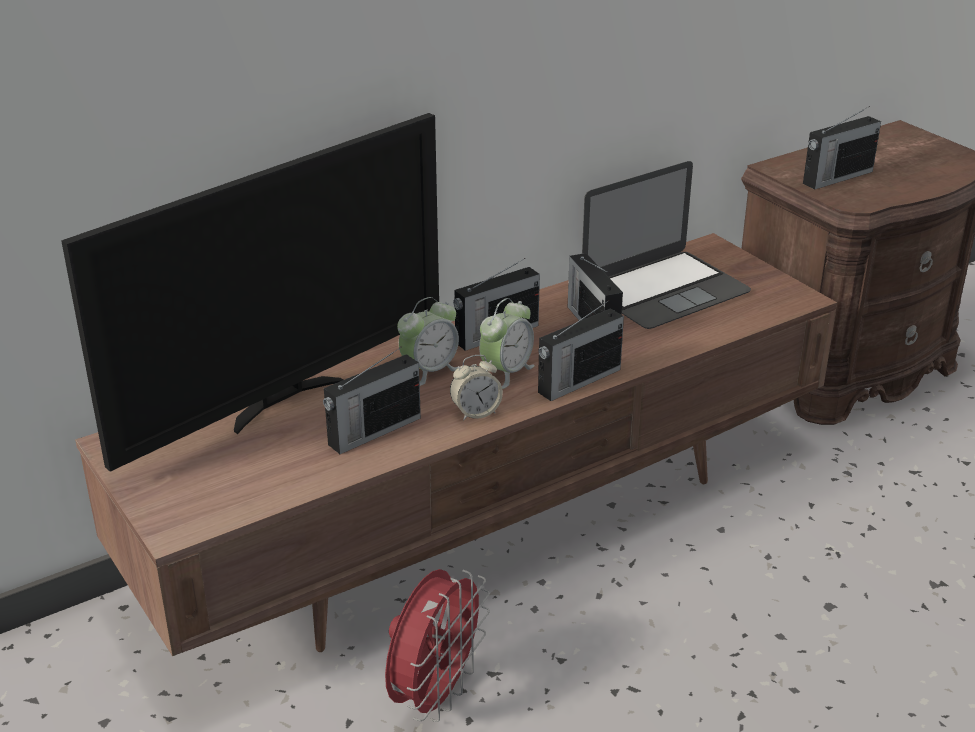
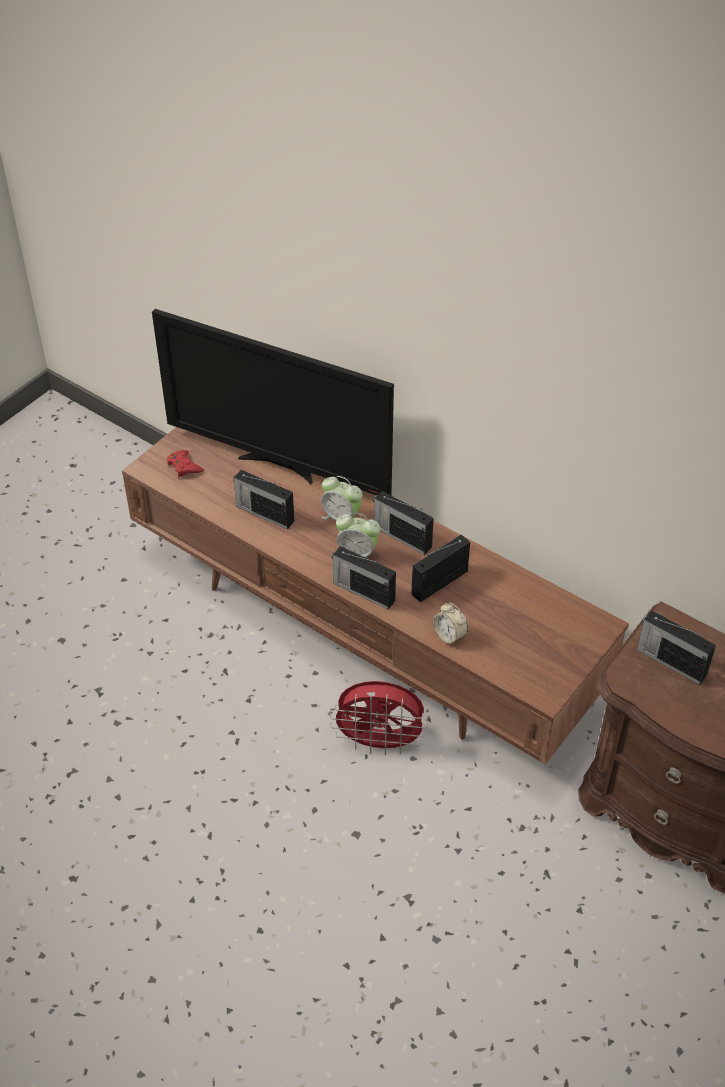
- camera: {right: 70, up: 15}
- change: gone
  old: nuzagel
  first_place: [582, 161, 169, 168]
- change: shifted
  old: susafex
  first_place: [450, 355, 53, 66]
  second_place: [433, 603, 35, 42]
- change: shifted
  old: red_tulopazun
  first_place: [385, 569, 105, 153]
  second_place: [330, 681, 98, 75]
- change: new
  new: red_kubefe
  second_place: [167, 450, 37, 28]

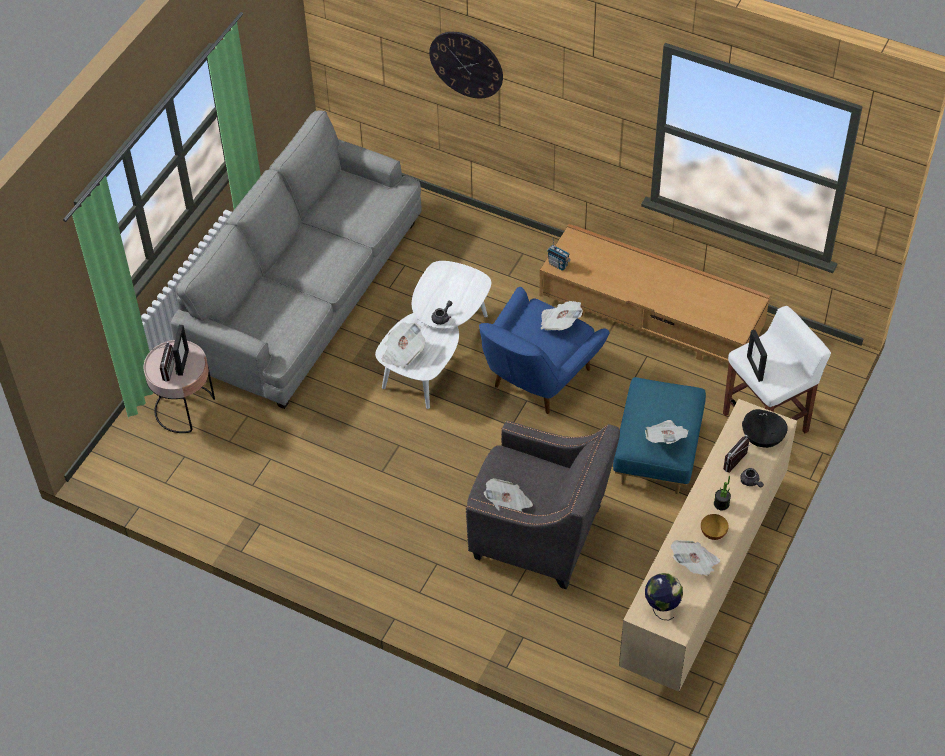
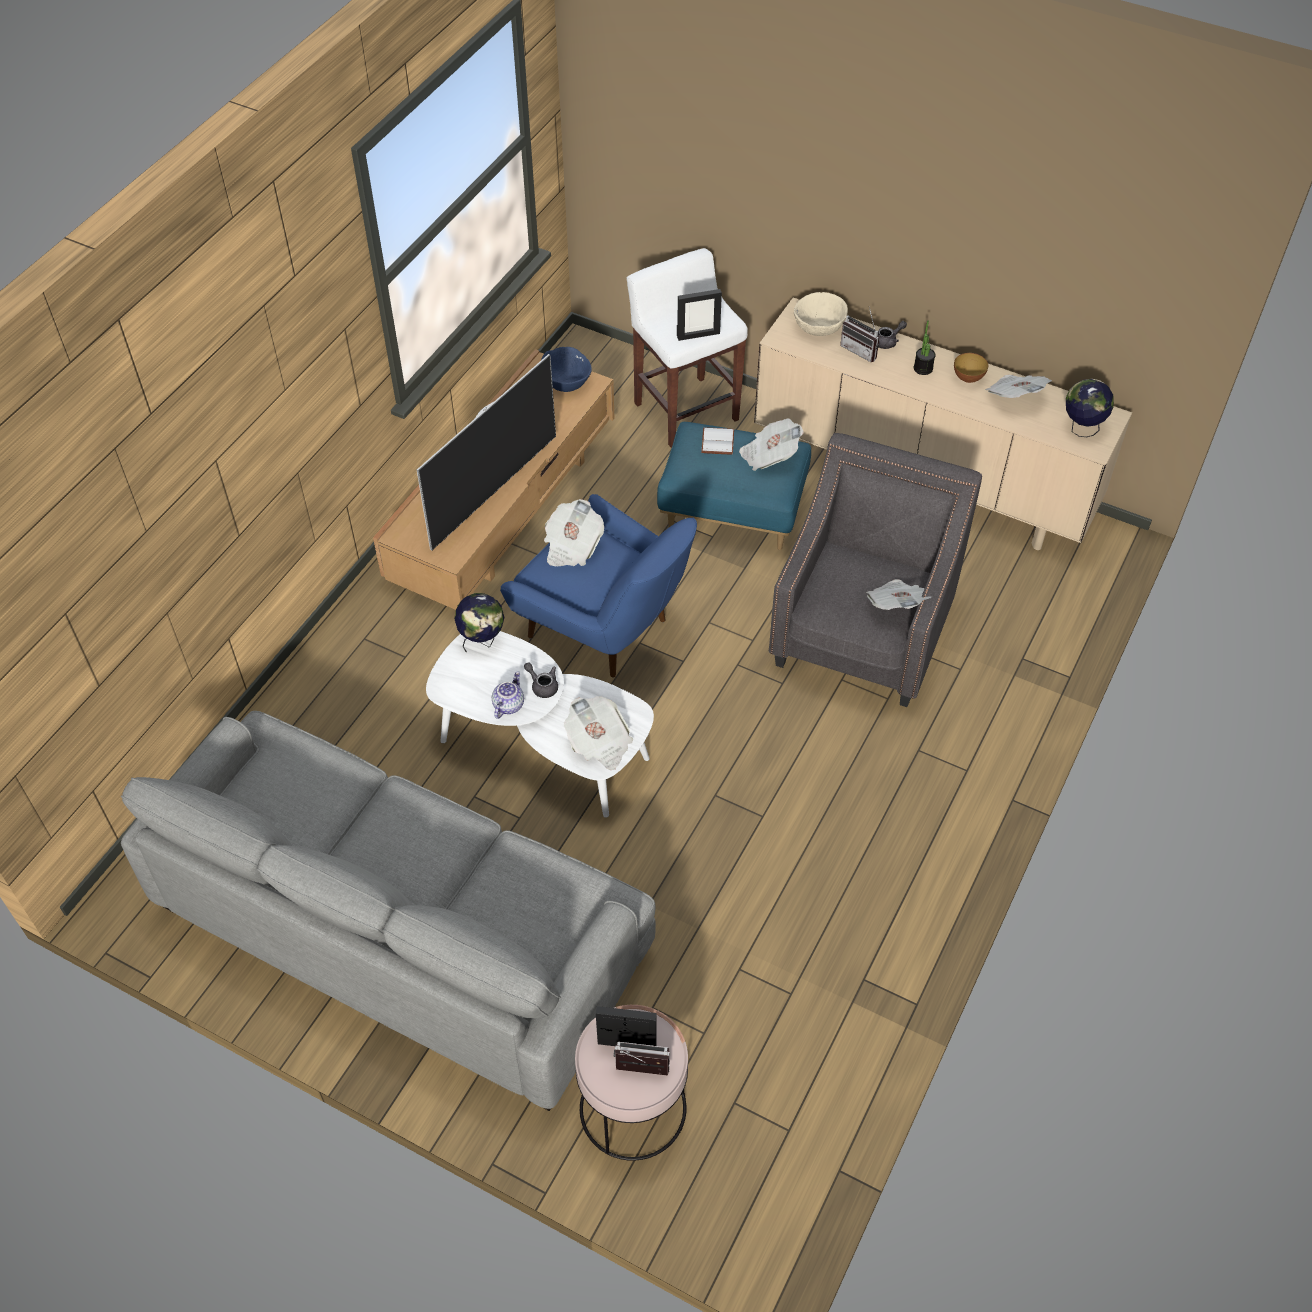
- camera: {right: -90, up: 0}
- change: gone
  old: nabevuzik
  first_place: [429, 32, 74, 66]
- change: gone
  old: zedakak
  first_place: [547, 238, 24, 33]
- change: repainted
  old: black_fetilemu
  new: beige_fetilemu
  first_place: [742, 409, 46, 39]
  second_place: [794, 292, 54, 44]
- change: new
  new: blue_fetilemu
  second_place: [541, 347, 51, 45]
- change: new
  new: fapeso
  second_place: [417, 354, 139, 197]
- change: new
  new: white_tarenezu
  second_place: [701, 427, 33, 28]
- change: new
  new: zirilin
  second_place: [454, 593, 50, 59]
- change: new
  new: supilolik
  second_place: [492, 671, 32, 48]

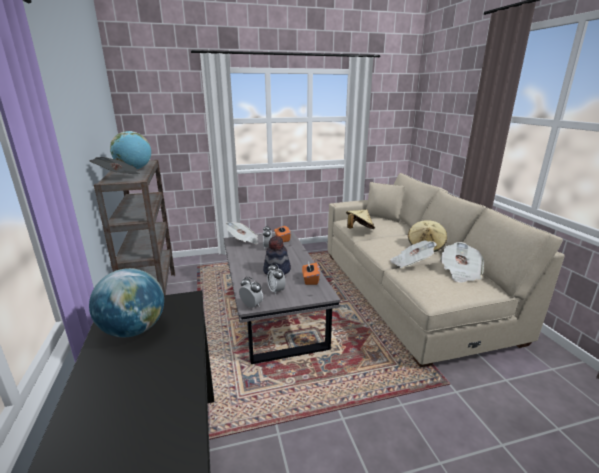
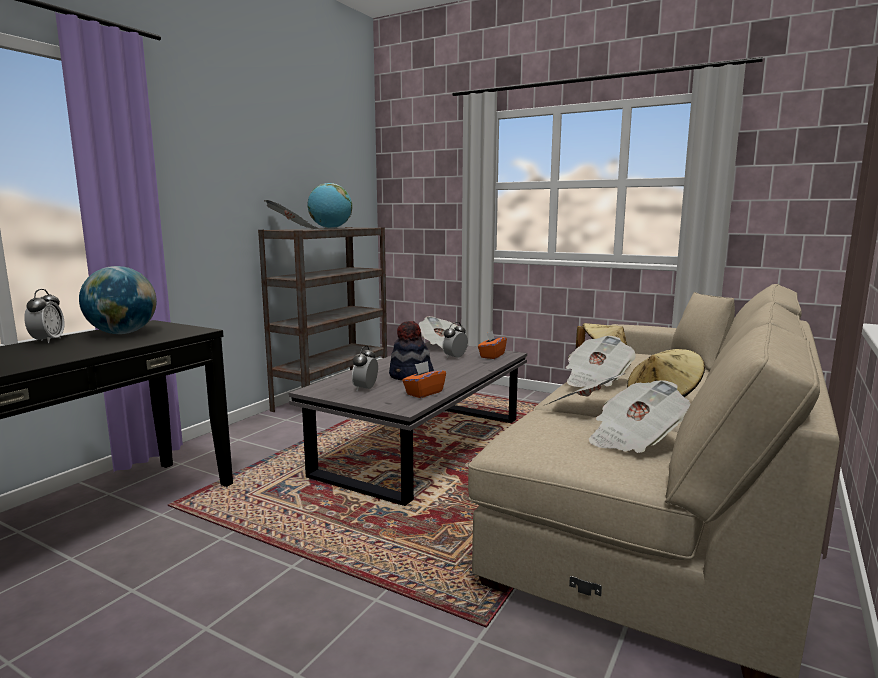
- camera: {right: 45, up: -10}
- change: shifted
  old: susafex
  first_place: [239, 277, 24, 31]
  second_place: [24, 289, 40, 54]
- change: new
  new: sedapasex
  second_place: [566, 336, 70, 51]

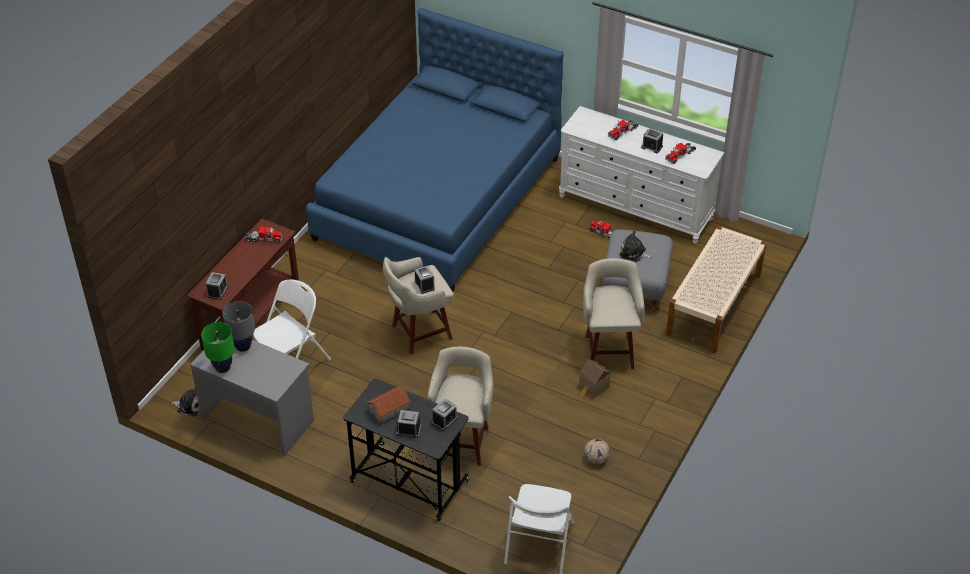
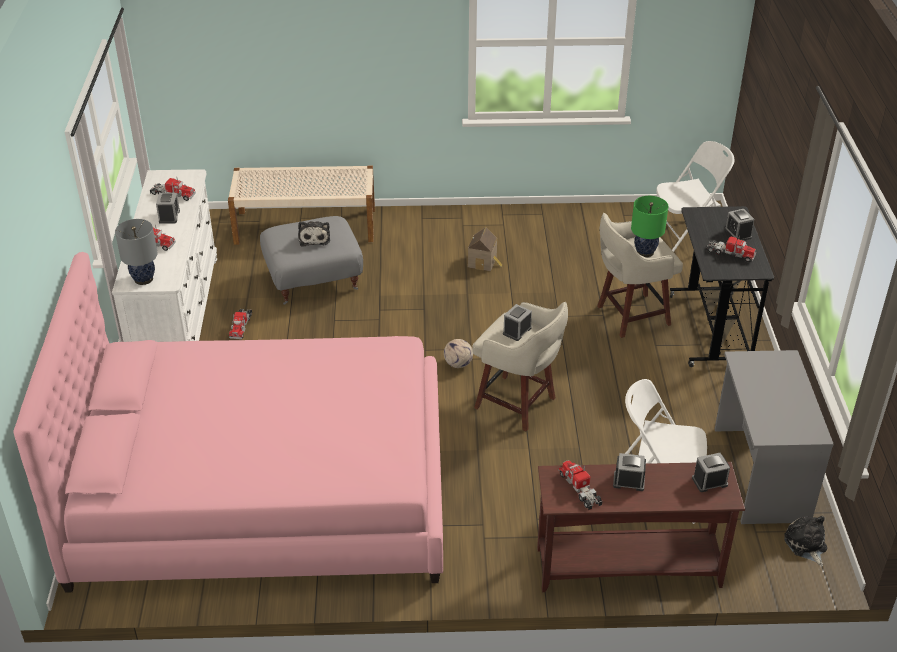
- camera: {right: -120, up: -5}
- change: repainted
  old: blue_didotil
  new: pink_didotil
  first_place: [306, 8, 258, 283]
  second_place: [13, 252, 430, 341]
- change: gone
  old: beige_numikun
  first_place: [583, 258, 62, 112]
- change: shifted
  old: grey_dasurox
  first_place: [222, 301, 33, 51]
  second_place: [115, 219, 43, 66]
- change: shifted
  old: green_dasurox
  first_place: [201, 322, 34, 51]
  second_place: [631, 196, 37, 61]
- change: swapped
  old: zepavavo
  new: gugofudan
  first_place: [366, 387, 45, 38]
  second_place: [706, 235, 50, 27]
- change: shifted
  old: susafex
  first_place: [432, 399, 25, 32]
  second_place: [613, 453, 33, 38]
- change: shifted
  old: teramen
  first_place: [584, 439, 26, 25]
  second_place: [444, 339, 29, 29]

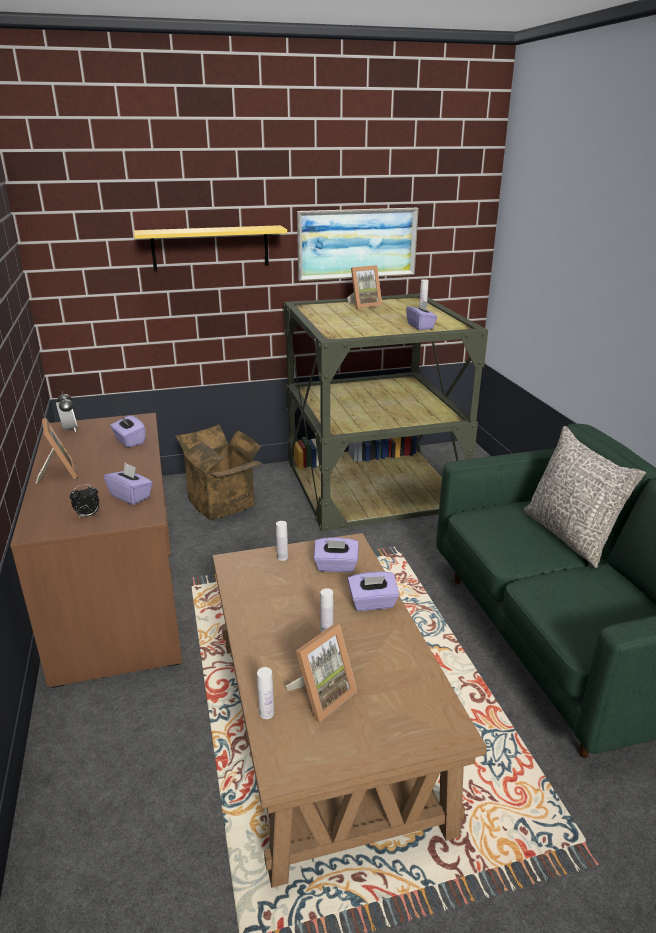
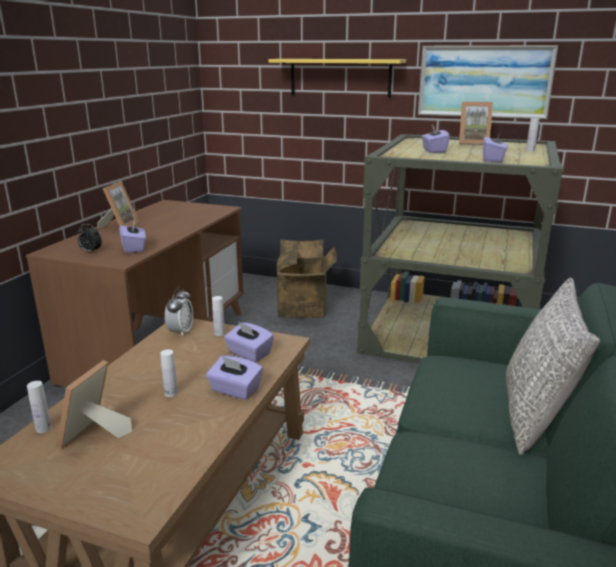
- camera: {right: 35, up: -5}
- change: shifted
  old: susafex
  first_place: [56, 391, 22, 41]
  second_place: [165, 287, 28, 50]
- change: shifted
  old: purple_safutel
  first_place: [110, 415, 36, 33]
  second_place: [422, 125, 28, 28]
- change: rotated
  old: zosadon
  first_place: [286, 623, 71, 99]
  second_place: [57, 360, 75, 89]
  degrees: 120

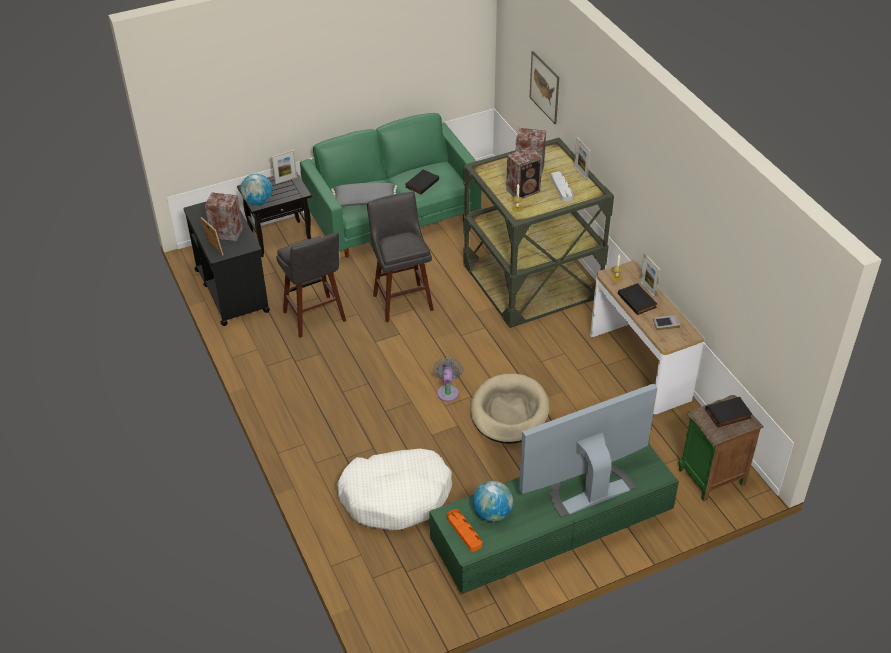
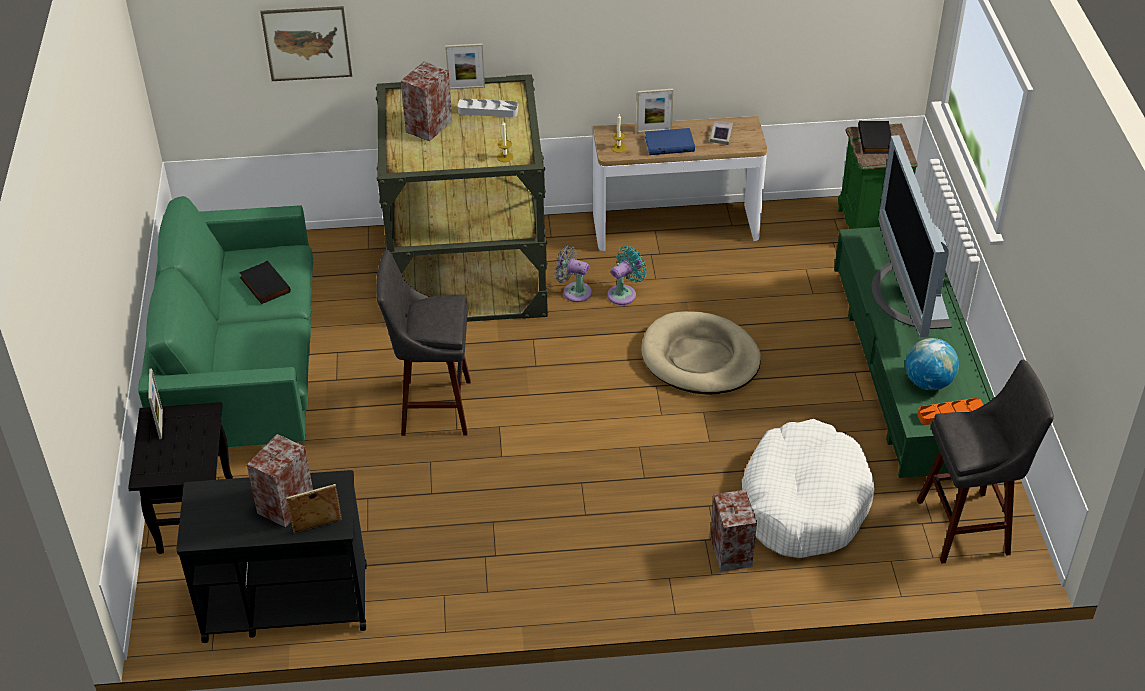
- camera: {right: -70, up: 0}
- change: shifted
  old: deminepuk
  first_place: [506, 147, 36, 52]
  second_place: [710, 490, 47, 82]
- change: gone
  old: zirilin
  first_place: [241, 174, 32, 32]
- change: gone
  old: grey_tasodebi
  first_place: [331, 183, 66, 24]
- change: shifted
  old: grey_numikun
  first_place: [276, 232, 70, 106]
  second_place: [917, 360, 137, 204]
- change: repainted
  old: black_tarenezu
  new: blue_tarenezu
  first_place: [618, 283, 39, 32]
  second_place: [645, 128, 50, 27]
- change: shifted
  old: grey_tulopazun
  first_place: [434, 357, 29, 45]
  second_place: [554, 245, 38, 57]
- change: new
  new: turquoise_tulopazun
  second_place: [607, 246, 40, 59]

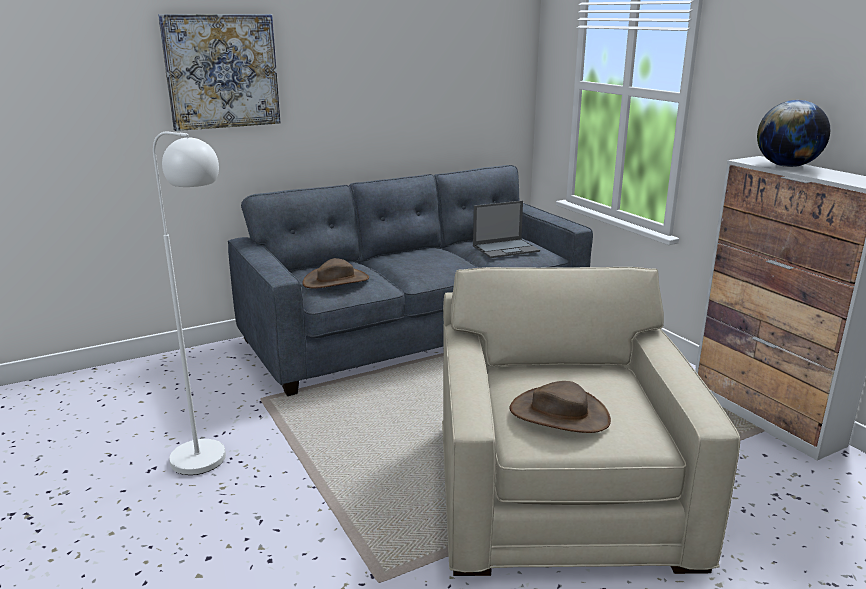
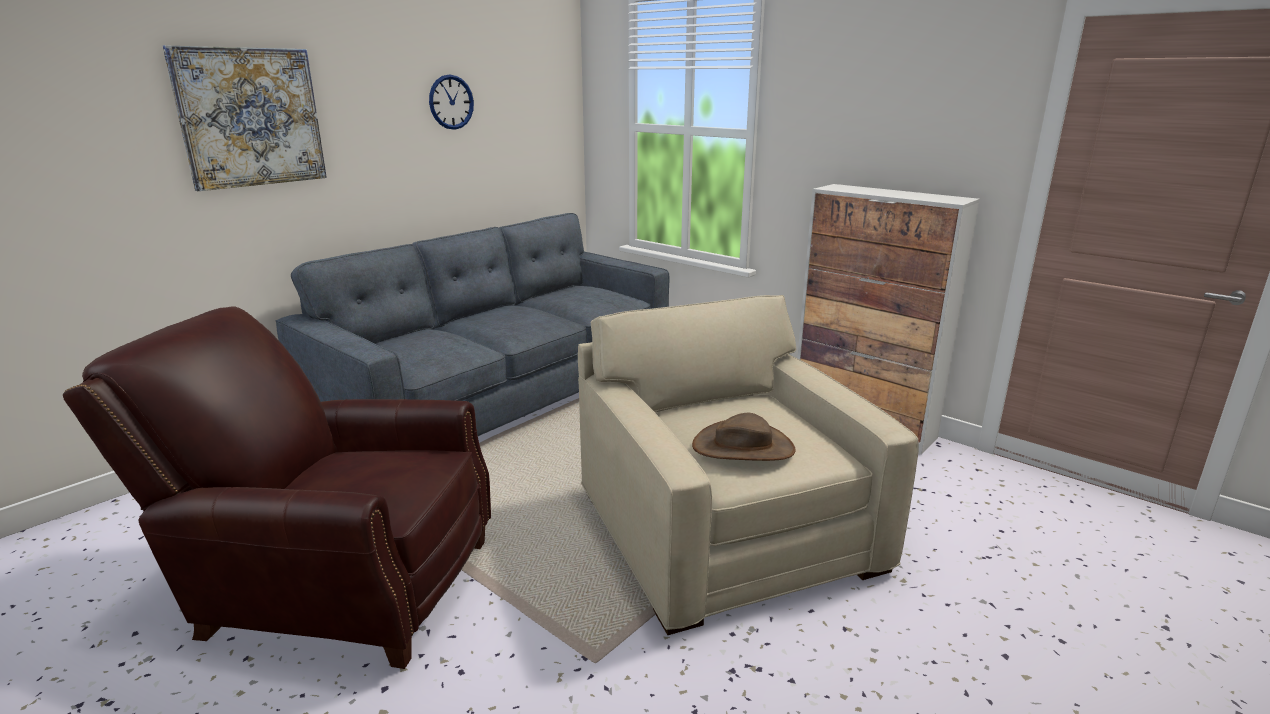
- camera: {right: -20, up: 0}
- change: gone
  old: zirilin
  first_place: [757, 100, 73, 67]
- change: swapped
  old: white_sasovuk
  new: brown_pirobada
  first_place: [153, 132, 73, 343]
  second_place: [63, 306, 428, 363]
- change: gone
  old: nuzagel
  first_place: [473, 201, 67, 57]
- change: gone
  old: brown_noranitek
  first_place: [302, 258, 67, 30]
- change: new
  new: nabevuzik
  second_place: [429, 75, 45, 55]

